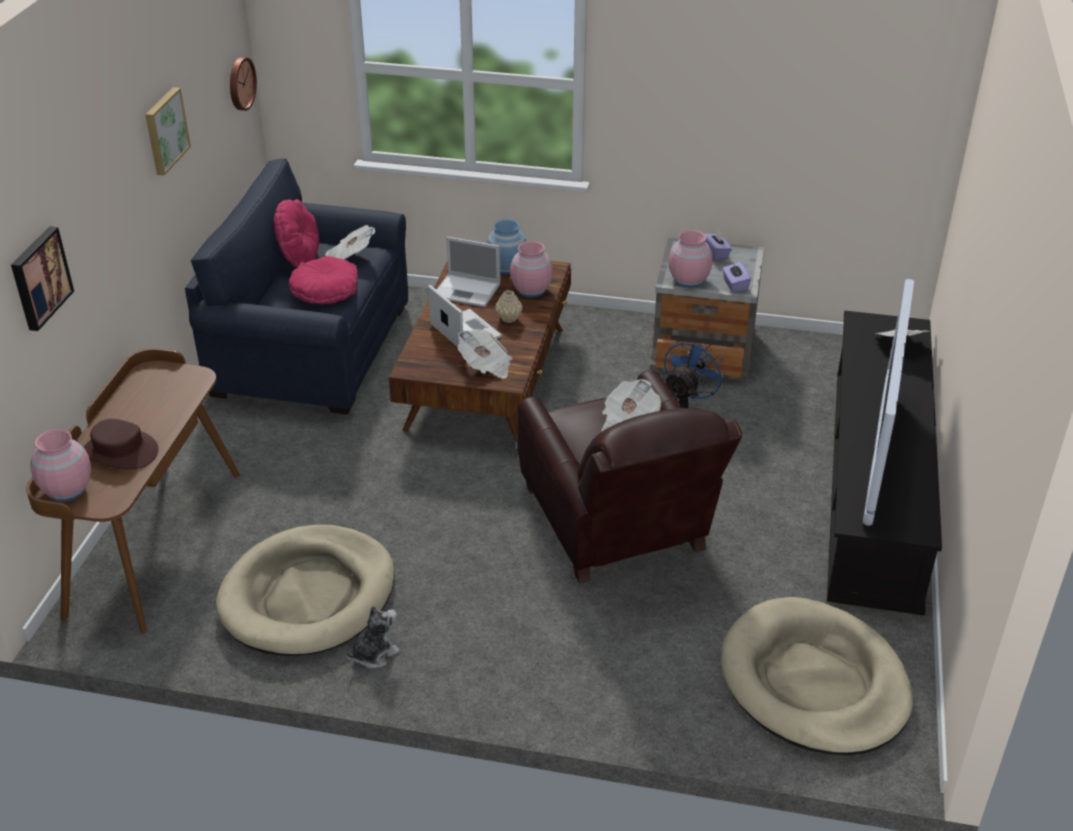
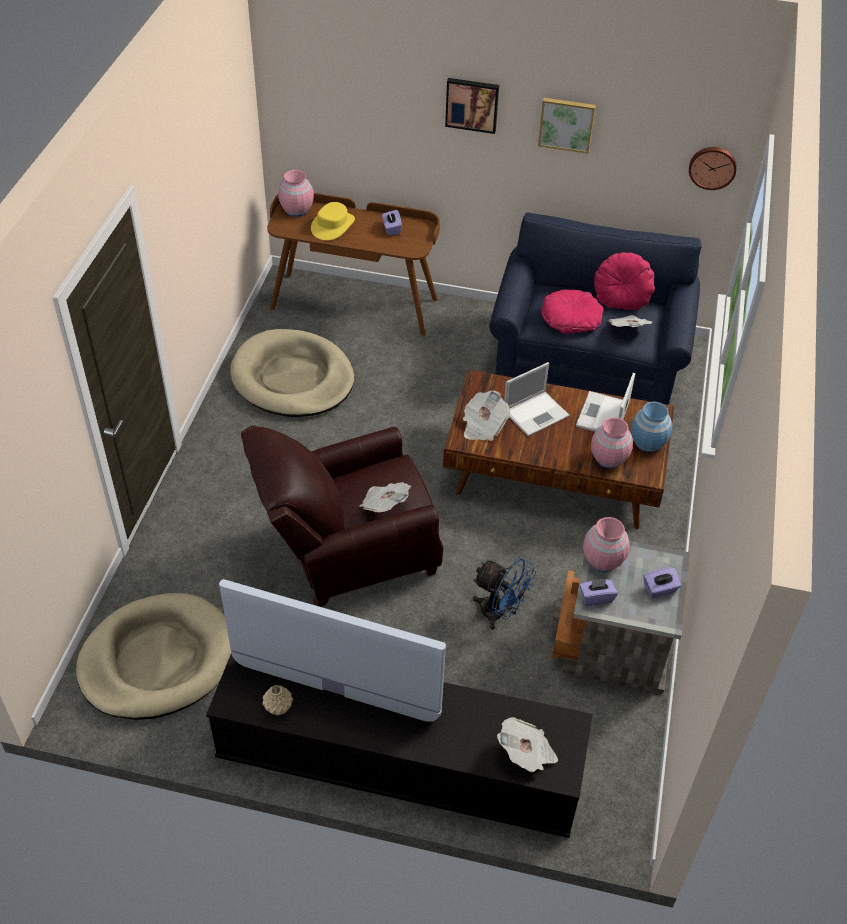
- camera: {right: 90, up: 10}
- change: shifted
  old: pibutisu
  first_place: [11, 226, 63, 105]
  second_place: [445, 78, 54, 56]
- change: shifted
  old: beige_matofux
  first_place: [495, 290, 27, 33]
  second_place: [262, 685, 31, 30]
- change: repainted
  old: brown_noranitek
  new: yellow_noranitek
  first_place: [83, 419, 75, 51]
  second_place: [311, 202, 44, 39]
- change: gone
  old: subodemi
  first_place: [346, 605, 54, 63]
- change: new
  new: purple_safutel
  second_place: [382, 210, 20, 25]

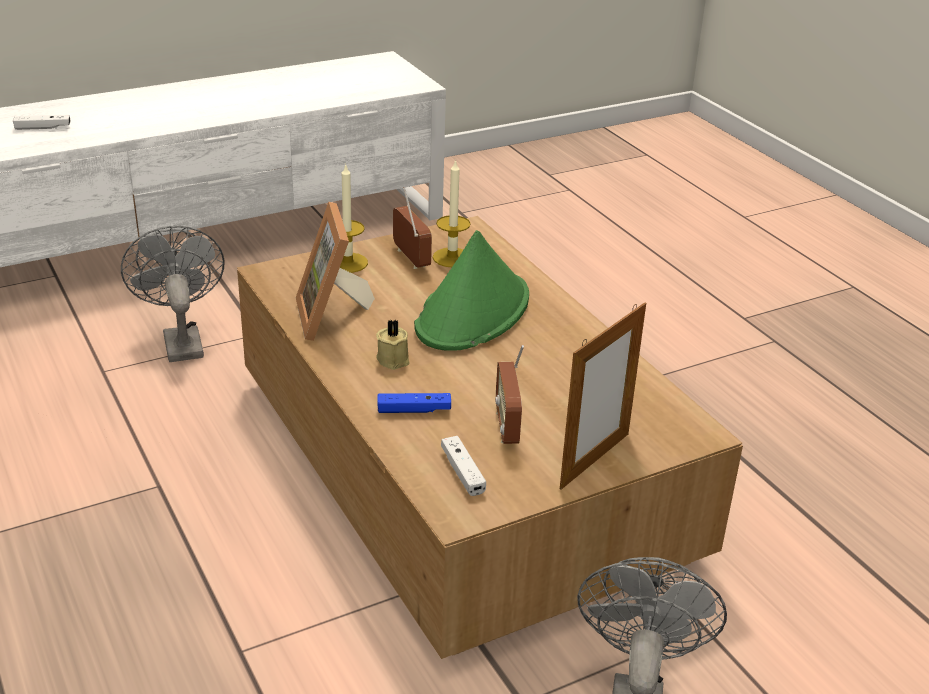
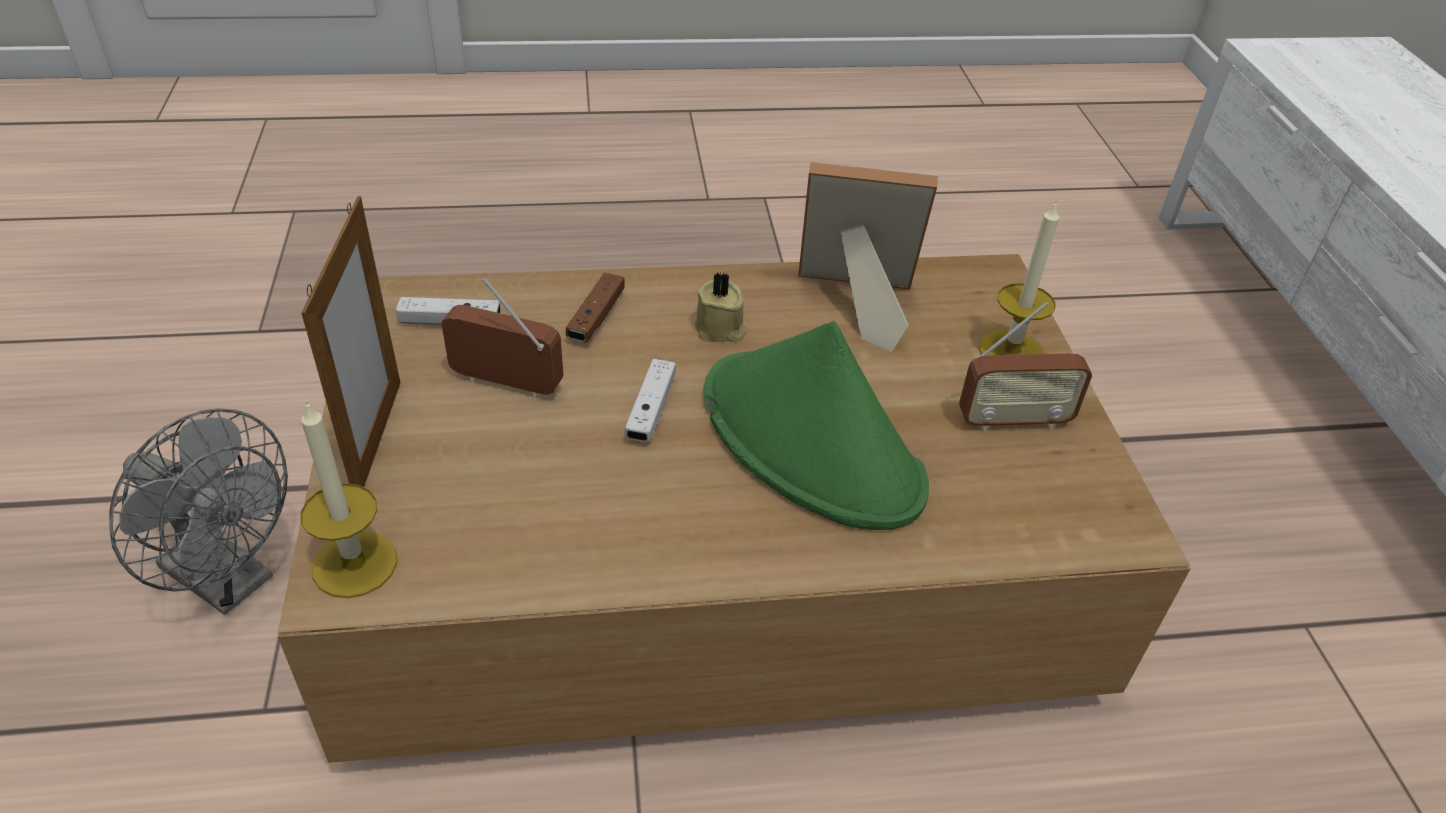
- camera: {right: 110, up: 10}
- change: shifted
  old: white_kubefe
  first_place: [13, 115, 57, 15]
  second_place: [624, 359, 52, 83]
- change: shifted
  old: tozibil
  first_place: [433, 159, 38, 108]
  second_place: [301, 401, 96, 197]
- change: gone
  old: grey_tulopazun
  first_place: [121, 226, 104, 136]
- change: rotated
  old: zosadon
  first_place: [560, 303, 86, 187]
  second_place: [301, 196, 99, 291]
  degrees: -150
- change: repainted
  old: blue_kubefe
  new: brown_kubefe
  first_place: [378, 393, 73, 20]
  second_place: [566, 273, 59, 69]

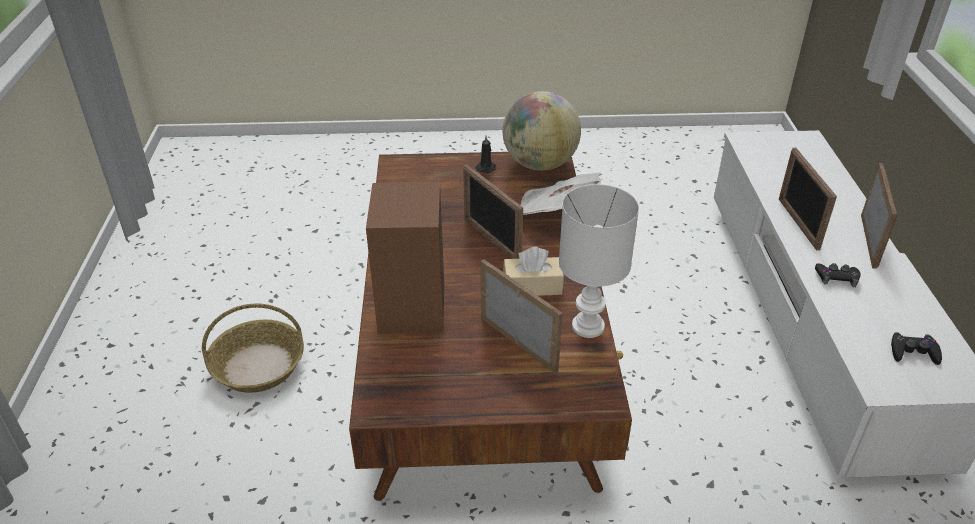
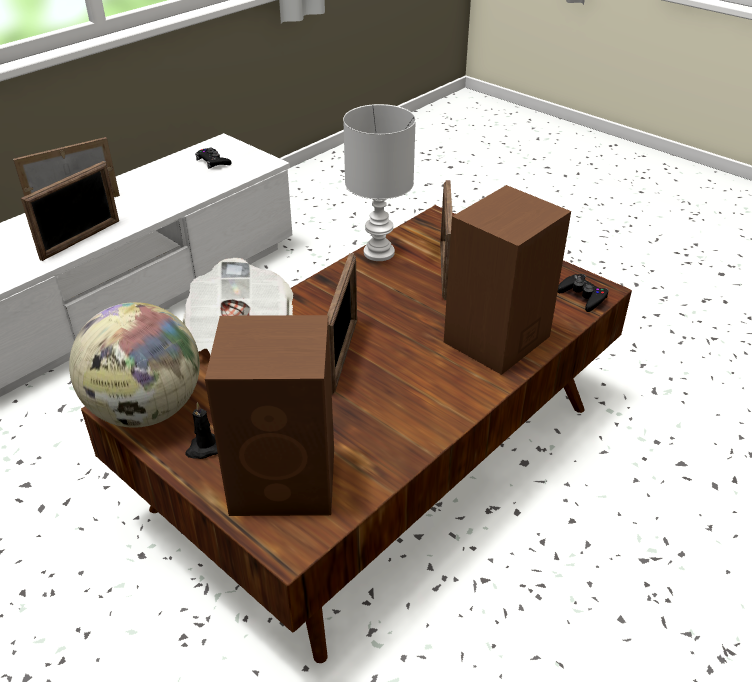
- camera: {right: -135, up: 0}
- change: gone
  old: beige_safutel
  first_place: [503, 247, 61, 49]
- change: shifted
  old: black_kubefe
  first_place: [815, 263, 46, 24]
  second_place: [558, 274, 51, 38]
- change: gone
  old: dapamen
  first_place: [202, 303, 102, 90]
- change: new
  new: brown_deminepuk
  second_place: [205, 315, 129, 201]

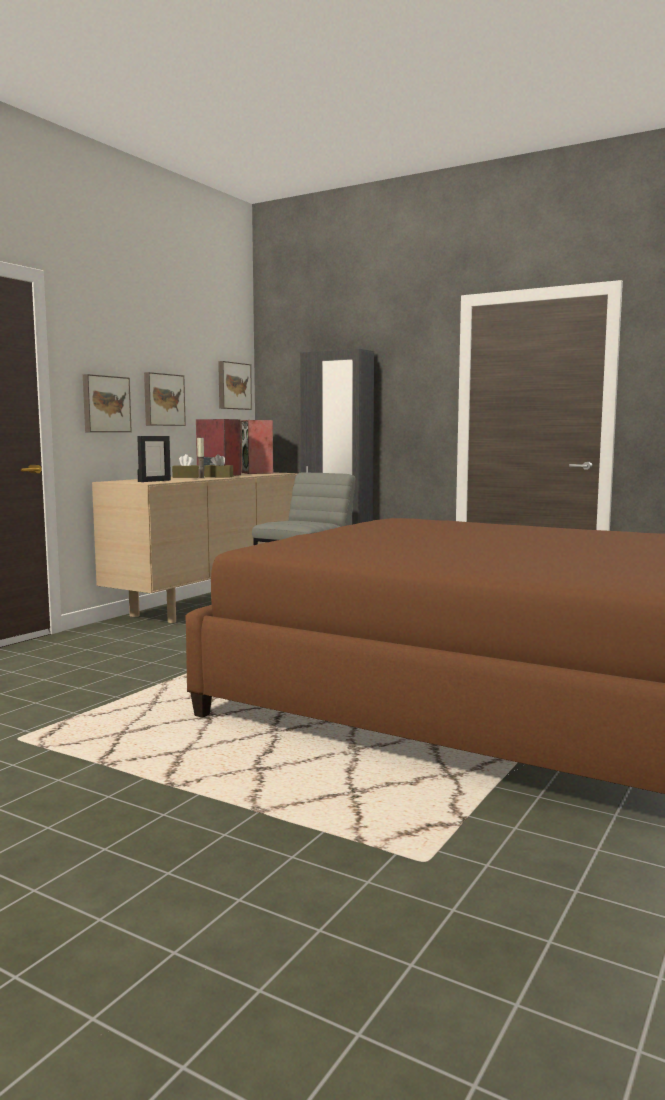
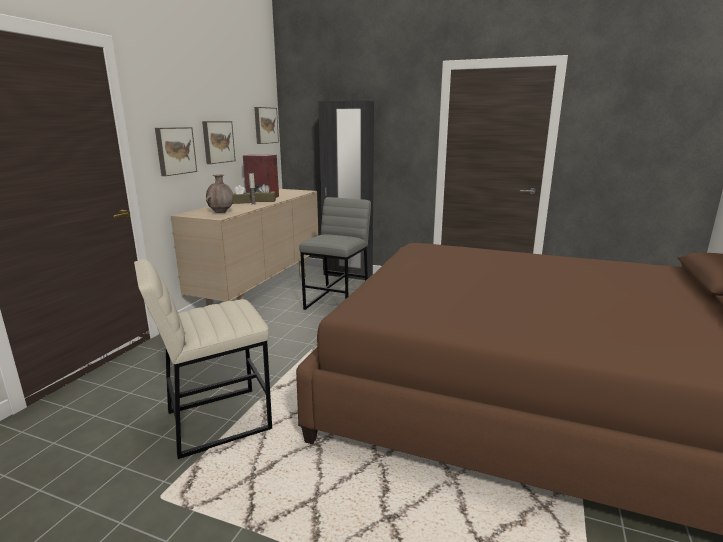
- camera: {right: -10, up: 10}
- change: gone
  old: deminepuk
  first_place: [240, 420, 33, 54]
- change: swapped
  old: zosadon
  new: brown_matofux
  first_place: [137, 436, 34, 46]
  second_place: [206, 174, 27, 39]
- change: new
  new: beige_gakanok
  second_place: [134, 259, 138, 200]

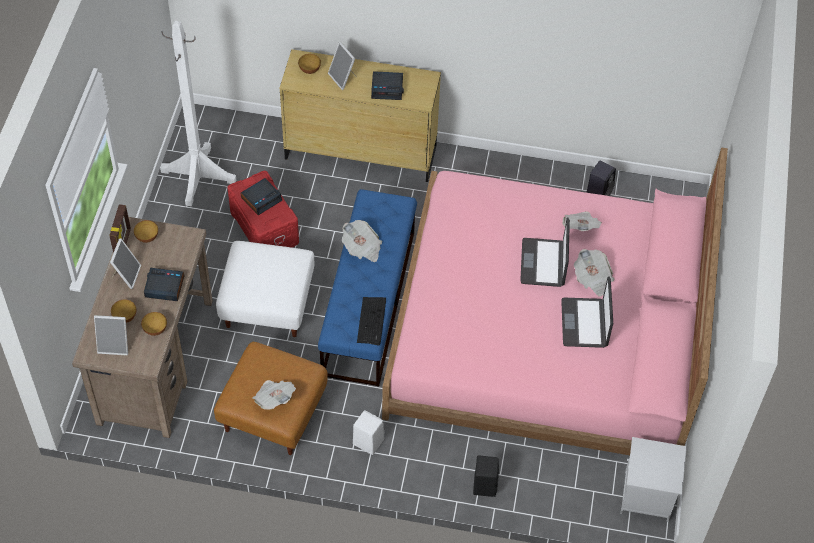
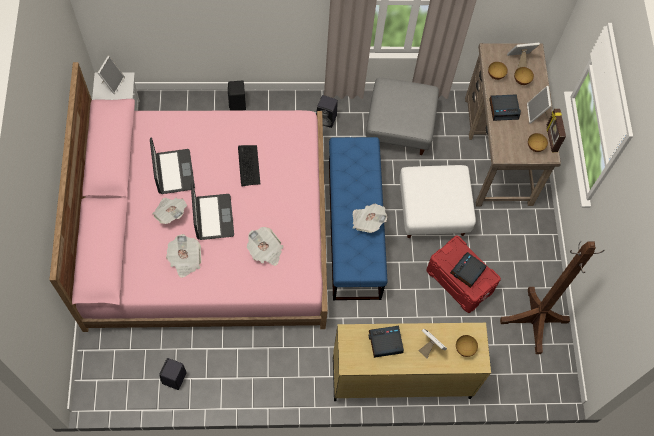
- camera: {right: 165, up: 10}
- change: repainted
  old: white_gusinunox
  new: brown_gusinunox
  first_place: [160, 21, 76, 185]
  second_place: [500, 241, 105, 113]
- change: shifted
  old: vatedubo
  first_place: [357, 297, 29, 49]
  second_place: [238, 145, 22, 41]
- change: repainted
  old: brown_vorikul
  new: grey_vorikul
  first_place: [214, 342, 114, 113]
  second_place: [366, 77, 73, 78]
- change: shifted
  old: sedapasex
  first_place: [252, 380, 44, 30]
  second_place: [247, 227, 37, 39]
- change: repainted
  old: white_deminepuk
  new: black_deminepuk
  first_place: [353, 410, 32, 45]
  second_place: [316, 95, 22, 33]
- change: new
  new: zosadon
  second_place: [97, 55, 28, 39]

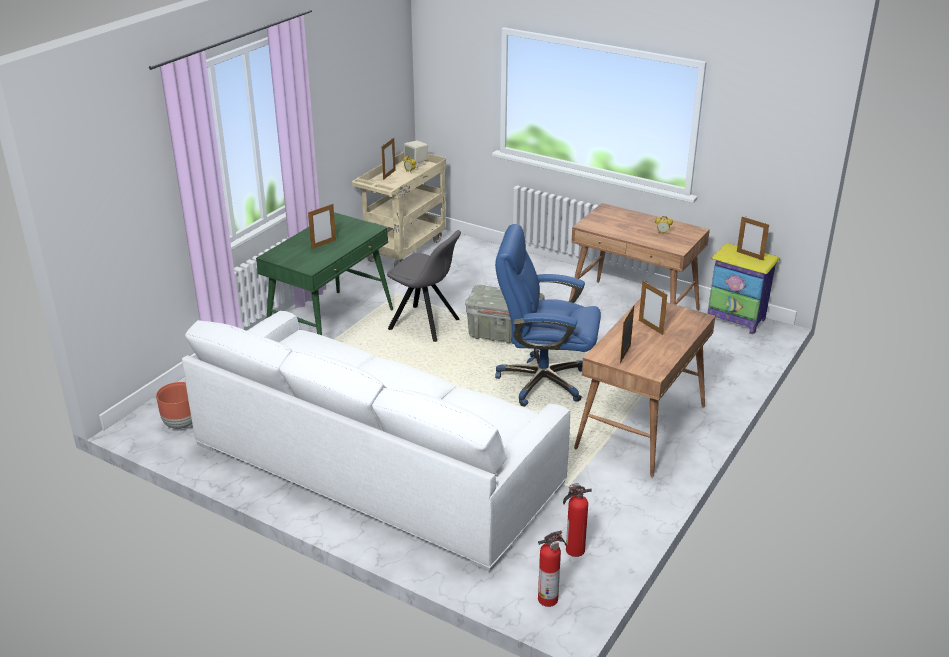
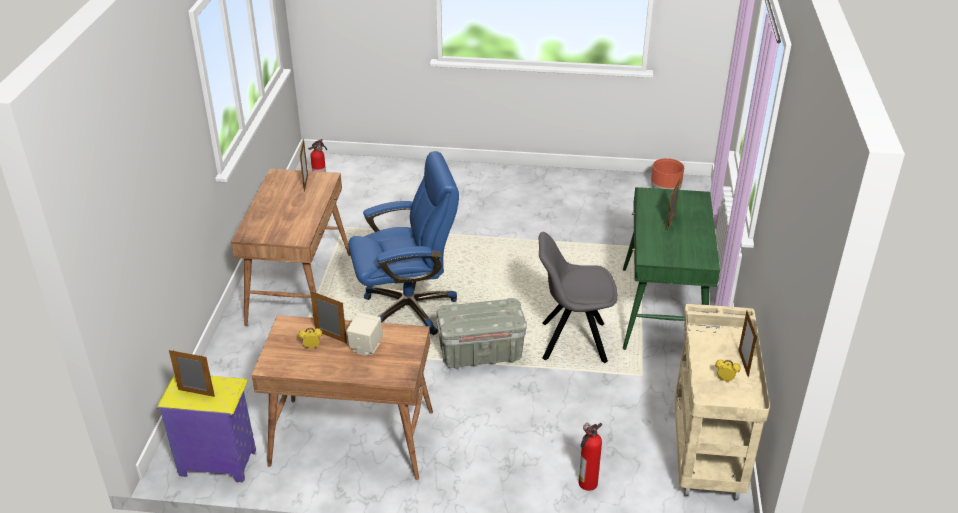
- camera: {right: 155, up: 5}
- change: shifted
  old: beige_deminepuk
  first_place: [404, 141, 24, 27]
  second_place: [347, 312, 36, 44]
- change: shifted
  old: zosadon
  first_place: [639, 281, 28, 54]
  second_place: [310, 291, 37, 52]
- change: gone
  old: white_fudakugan
  first_place: [182, 311, 388, 261]
- change: shifted
  old: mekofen
  first_place: [538, 530, 29, 77]
  second_place: [579, 423, 23, 68]

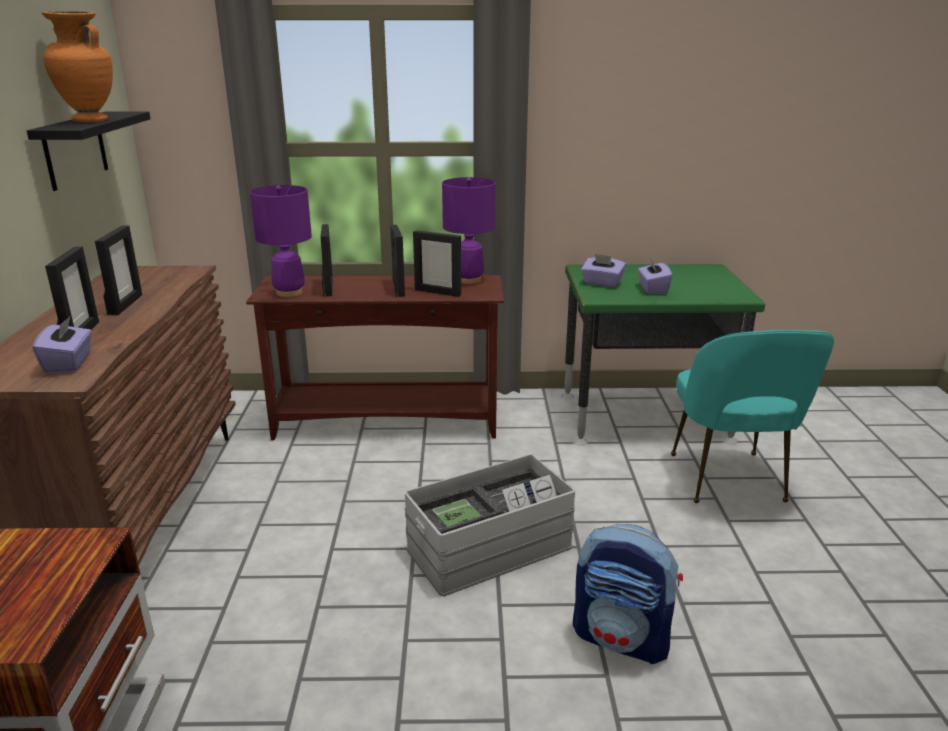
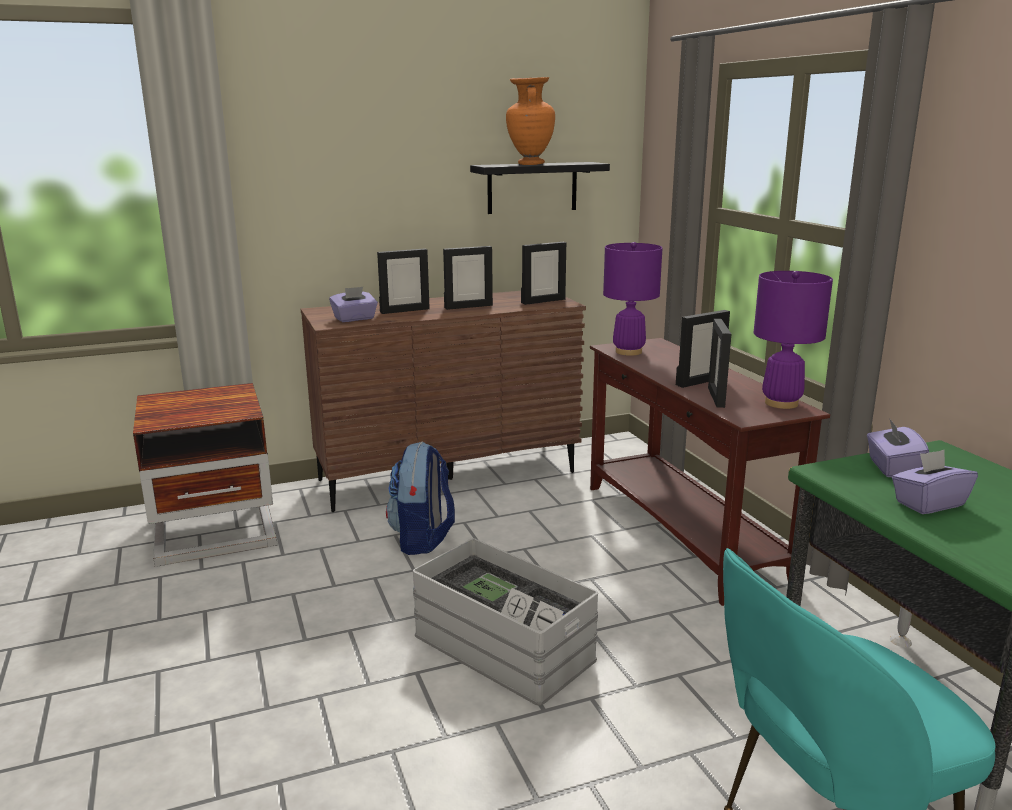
- camera: {right: 70, up: -5}
- change: shifted
  old: zosadon
  first_place: [320, 224, 13, 72]
  second_place: [521, 242, 45, 63]
- change: shifted
  old: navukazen
  first_place: [573, 524, 110, 140]
  second_place: [386, 442, 69, 113]

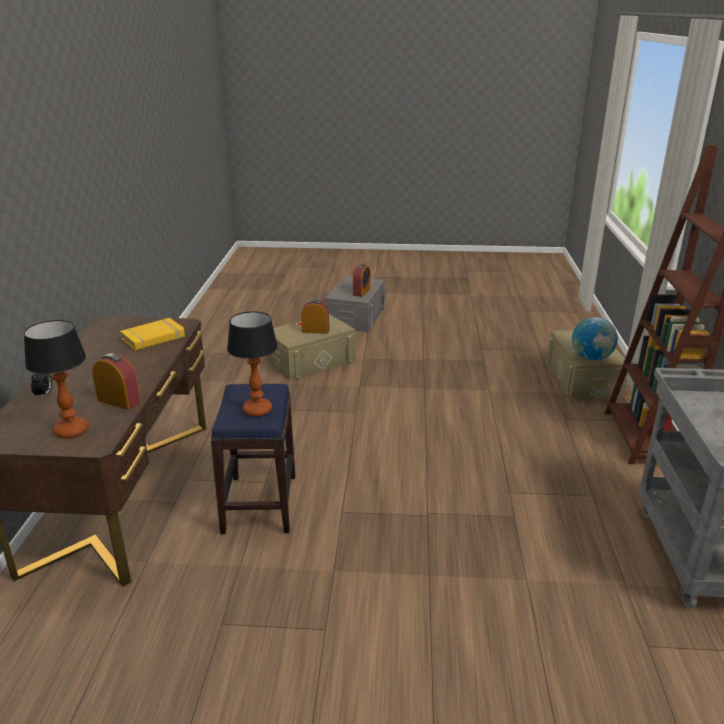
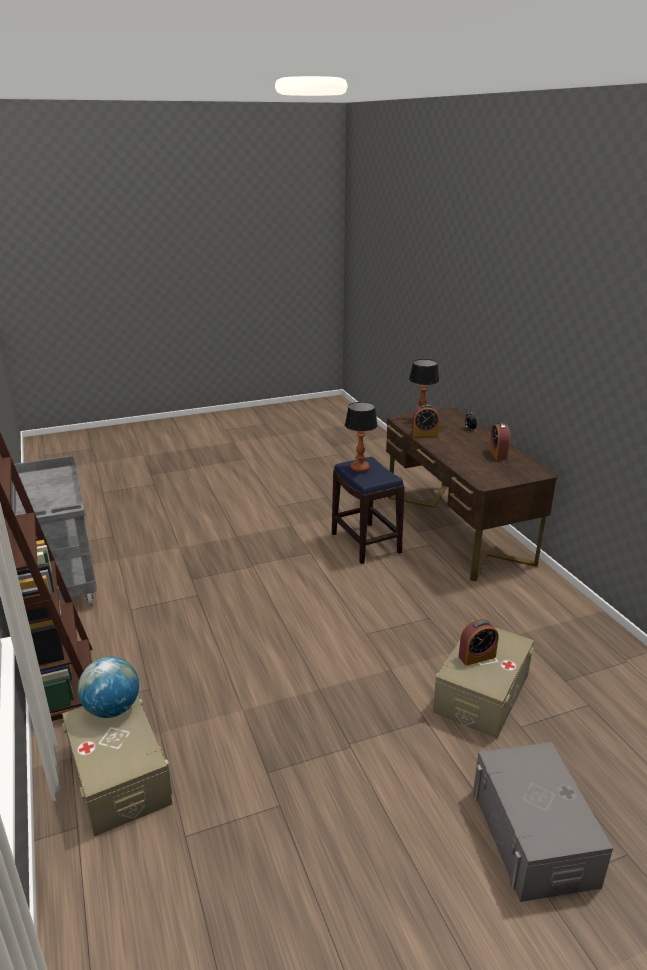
- camera: {right: 155, up: 0}
- change: shifted
  old: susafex
  first_place: [353, 264, 17, 33]
  second_place: [489, 422, 21, 38]
- change: gone
  old: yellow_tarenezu
  first_place: [120, 318, 65, 33]

